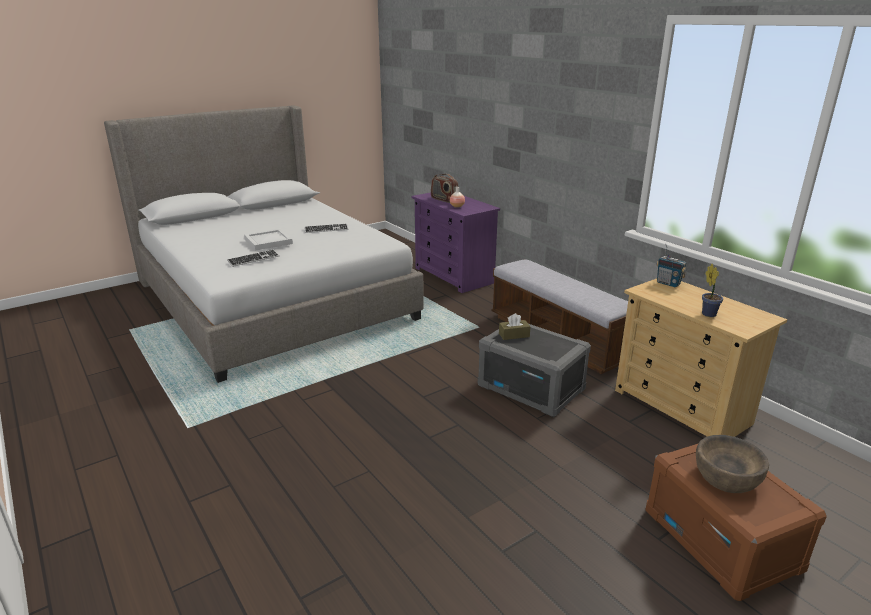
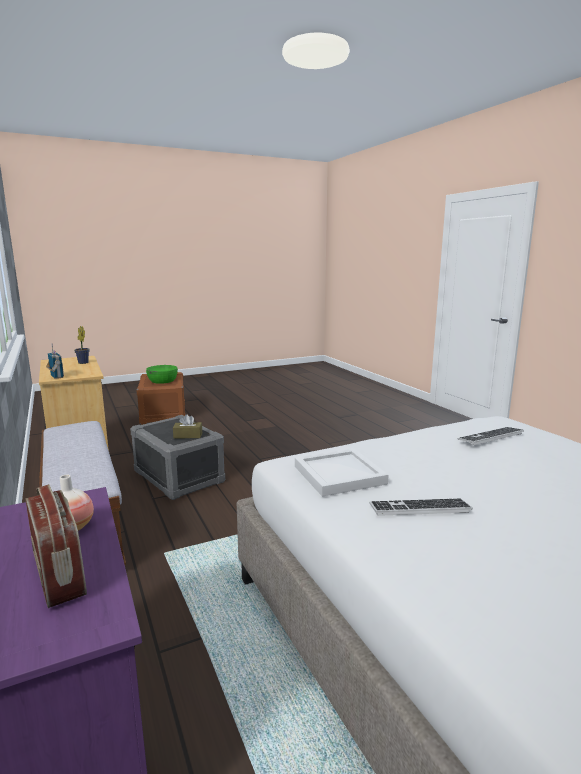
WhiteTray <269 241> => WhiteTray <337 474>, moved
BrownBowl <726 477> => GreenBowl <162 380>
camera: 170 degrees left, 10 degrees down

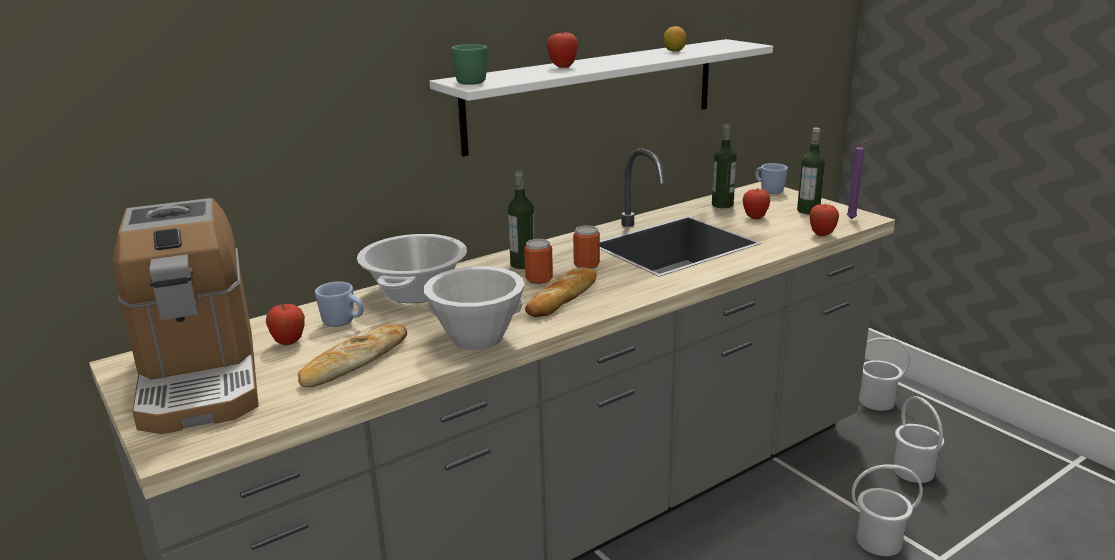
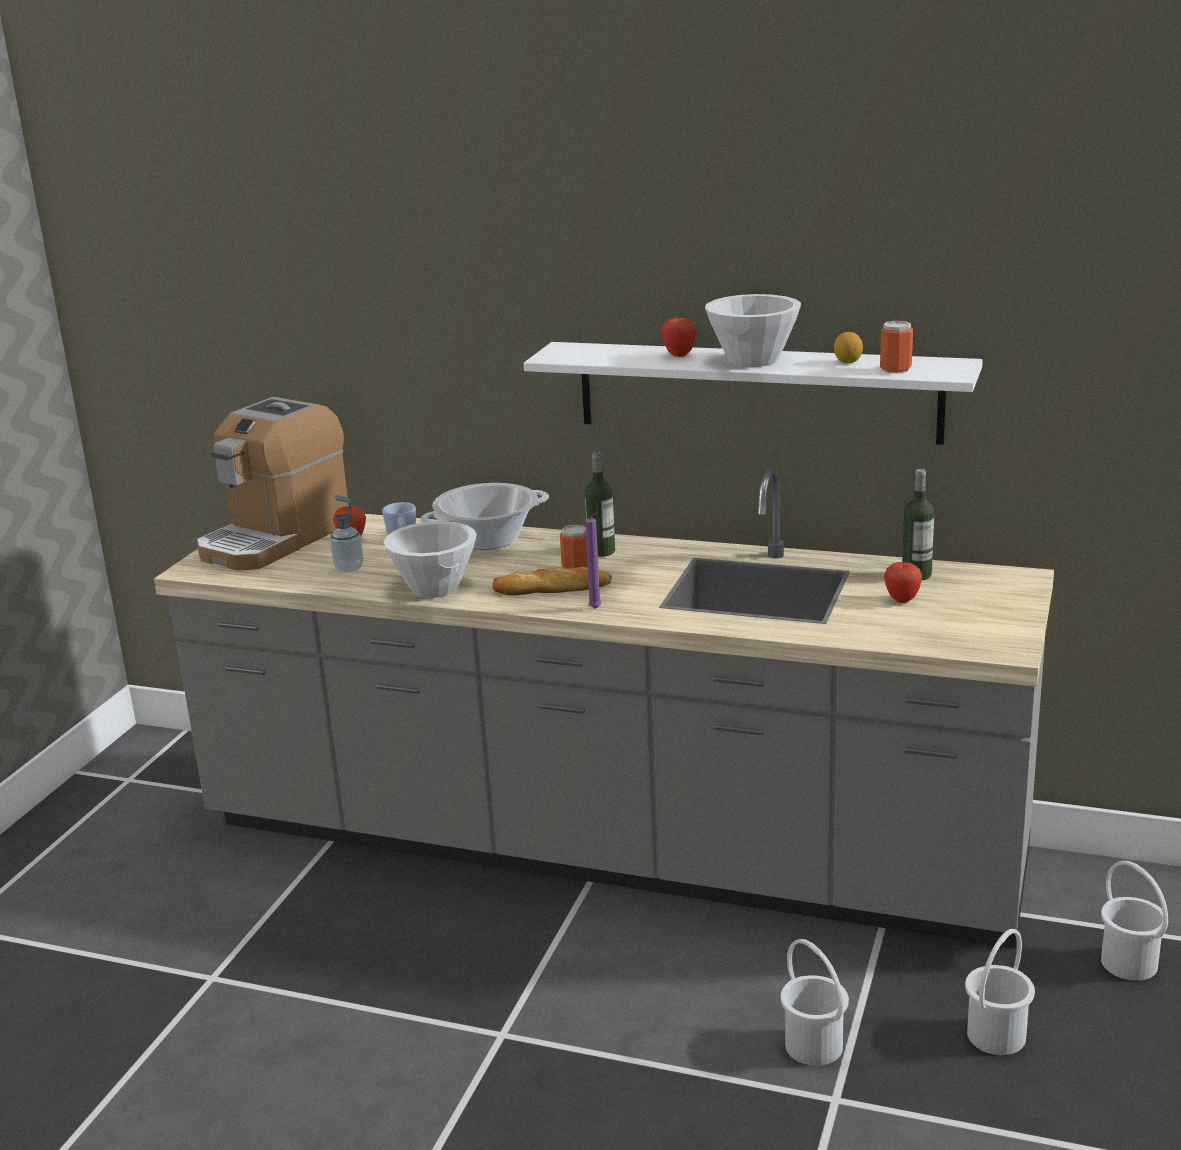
GreenMug <468 82> => nothing
Bottle <808 211> => nothing
PurpleCandle <853 219> => PurpleCandle <596 609>, moved
BlueMug <768 190> => nothing
Apple <822 234> => nothing
Can <586 265> => Can <895 369>, moved
Bread <354 362> => SoapDispenser <349 568>
nothing => WhiteBowl <754 360>
camera: 55 degrees right, 0 degrees up

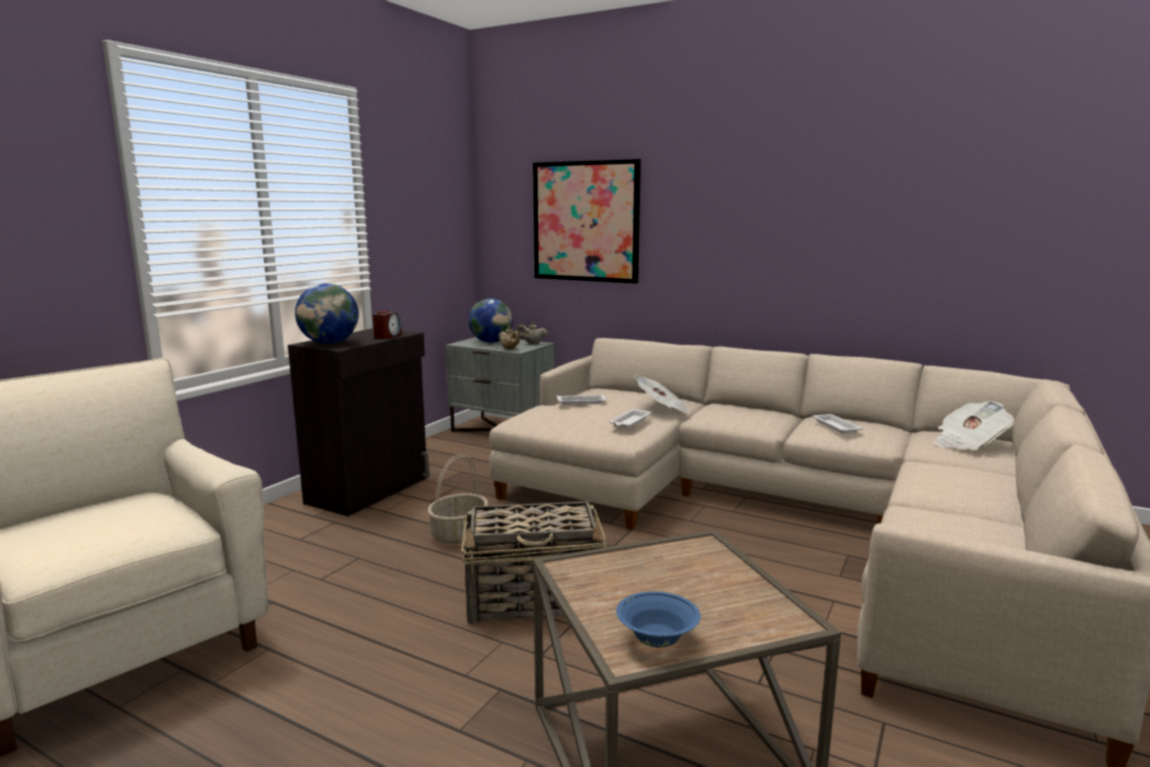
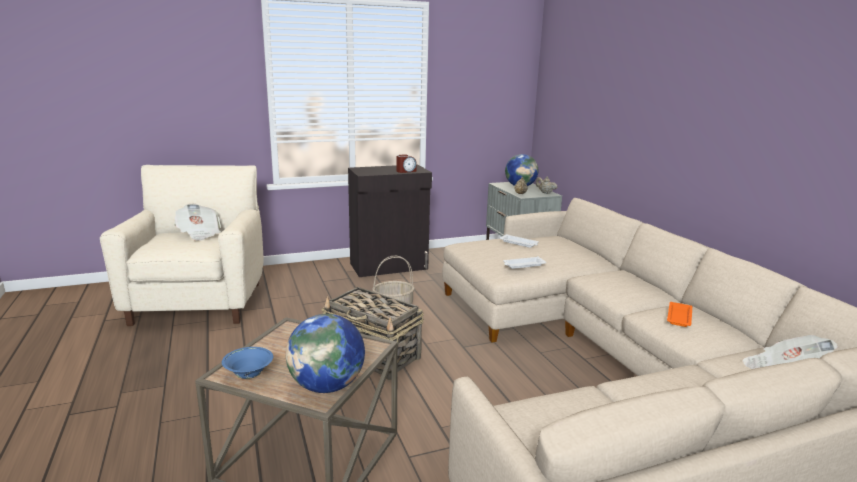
Picture <586 221> => nothing
Globe <329 343> => Globe <327 386>, moved
Newspaper <662 409> => Newspaper <199 234>, moved
WhiteTray <835 426> => OrangeTray <679 317>
camera: 40 degrees right, 5 degrees up

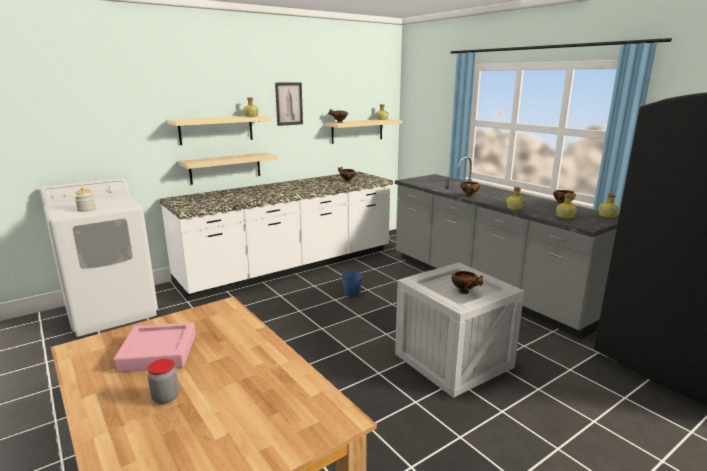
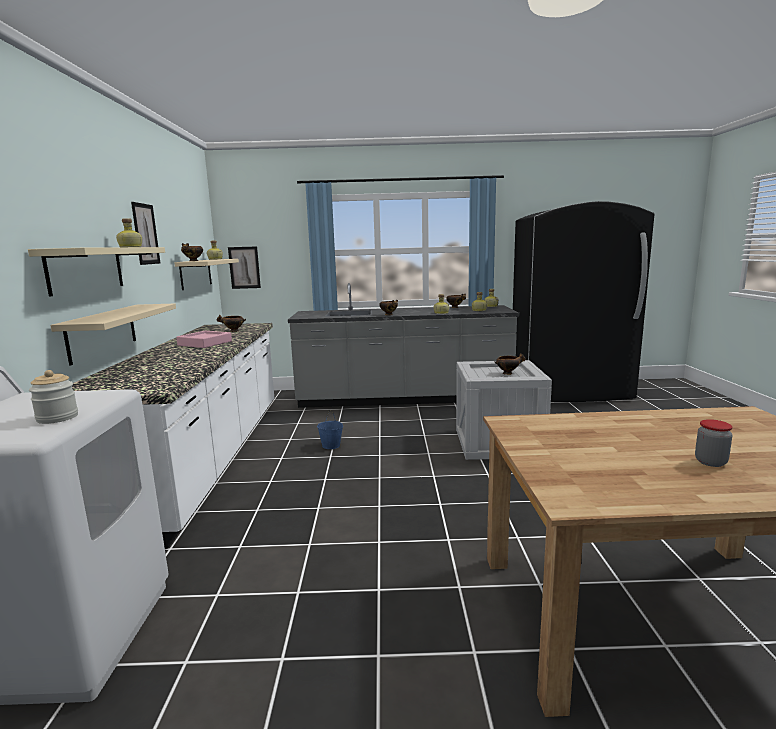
PinkTray <158 352> => PinkTray <205 343>, moved
nothing => Picture <244 267>
camera: 55 degrees left, 5 degrees down

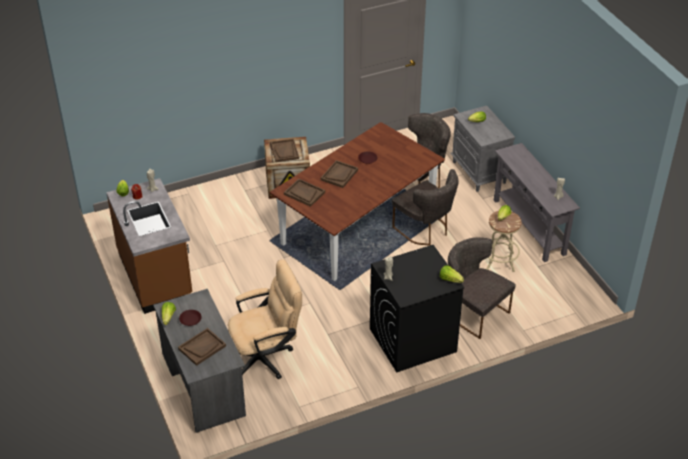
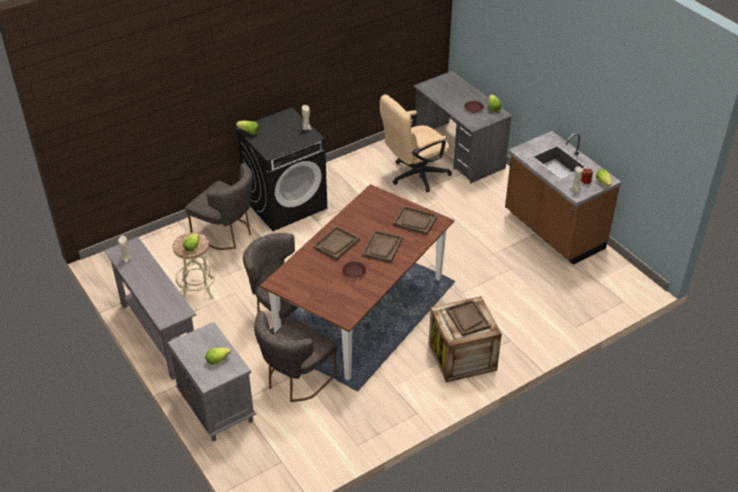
BrownTray <202 347> => BrownTray <336 244>, moved
camera: 170 degrees right, 0 degrees up

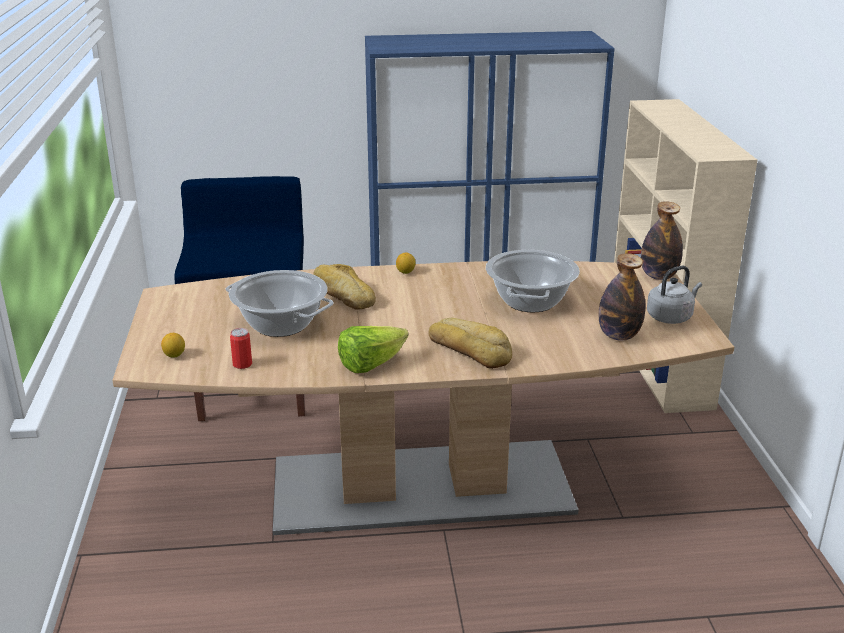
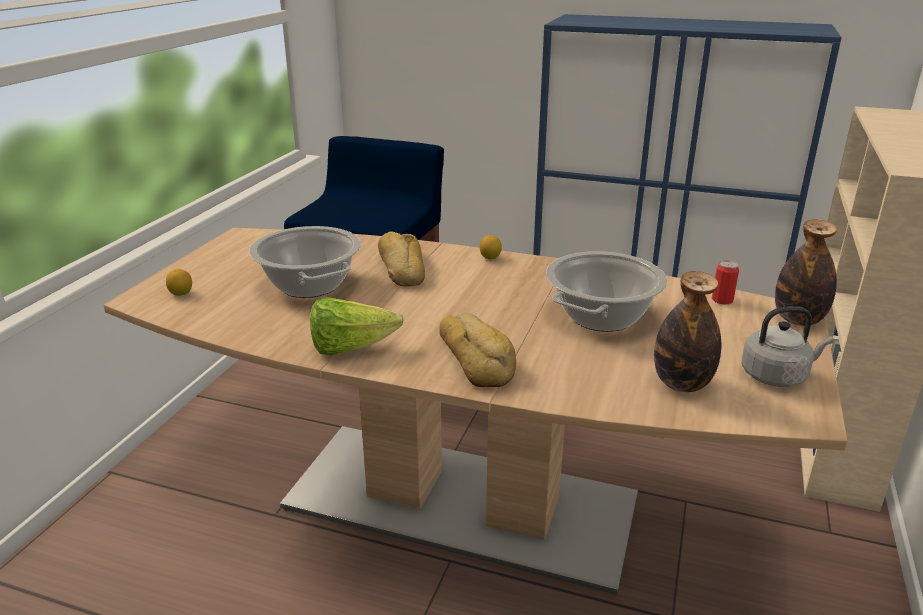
Can <242 364> => Can <722 300>, moved
camera: 25 degrees right, 0 degrees up

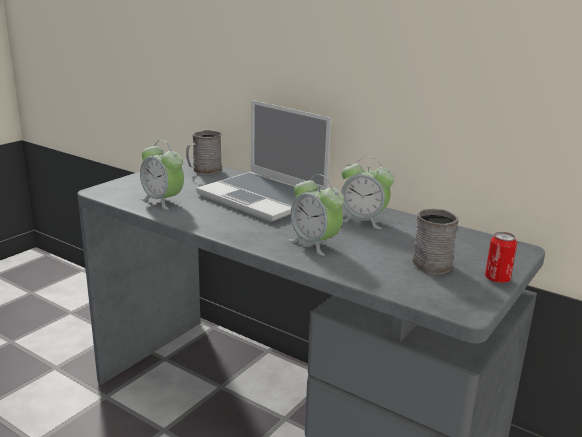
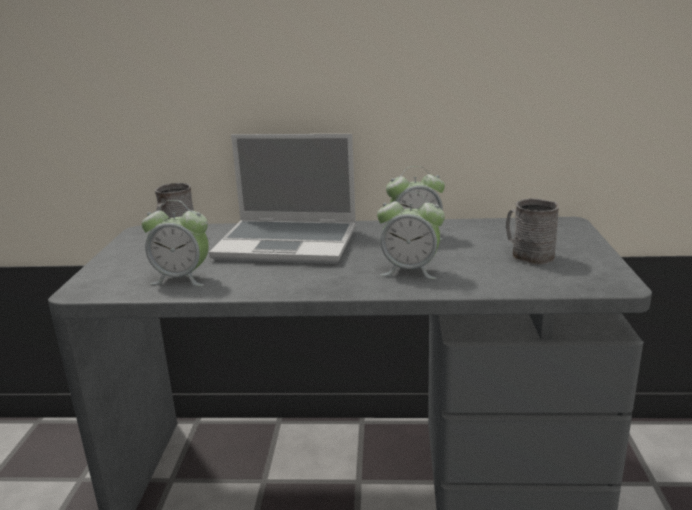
Can <497 279> => nothing
camera: 30 degrees left, 0 degrees up

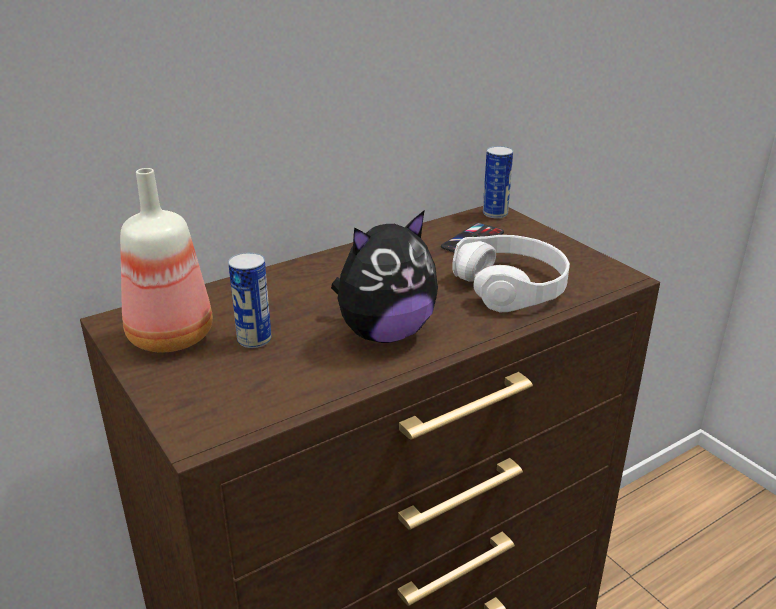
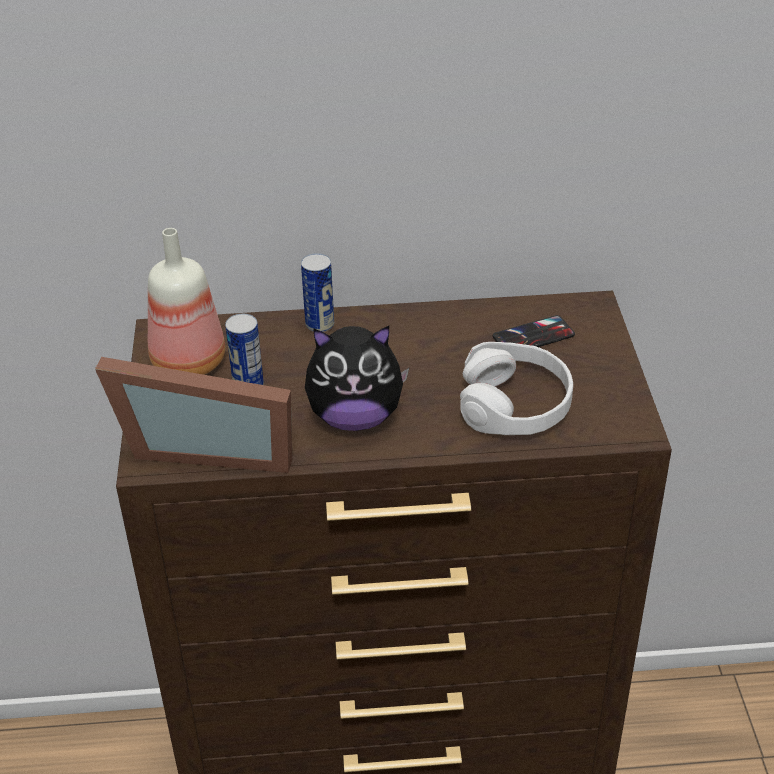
Can <495 213> => Can <320 324>, moved
nothing => PictureFrame <209 447>
camera: 30 degrees right, 10 degrees up

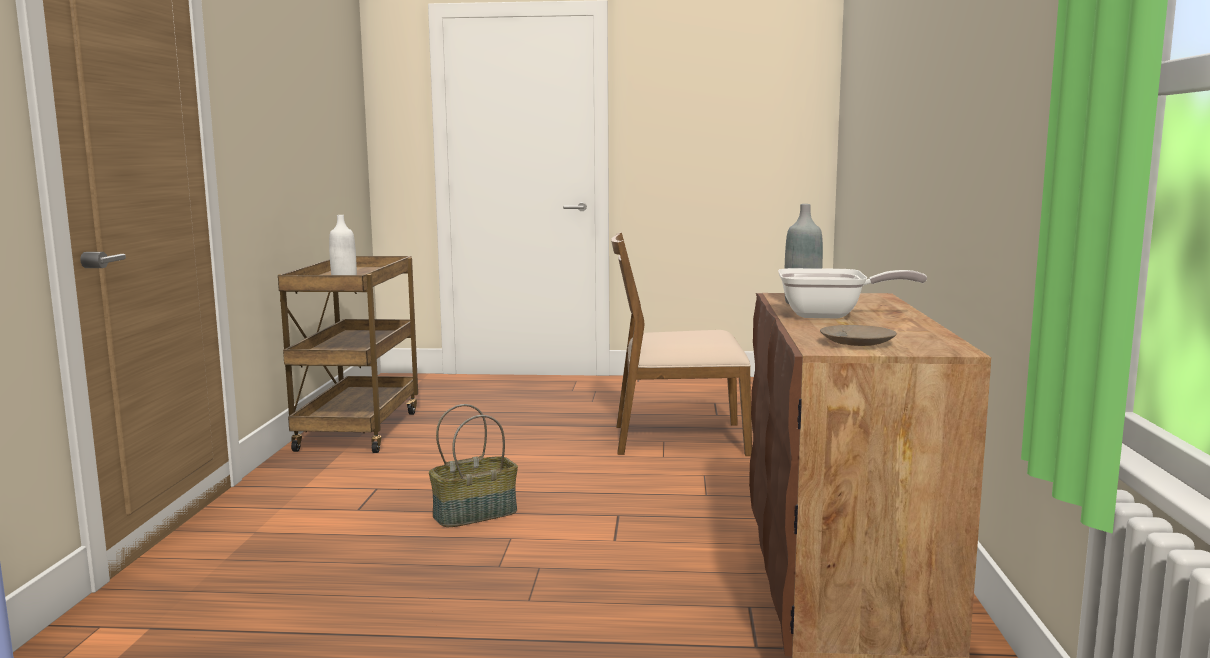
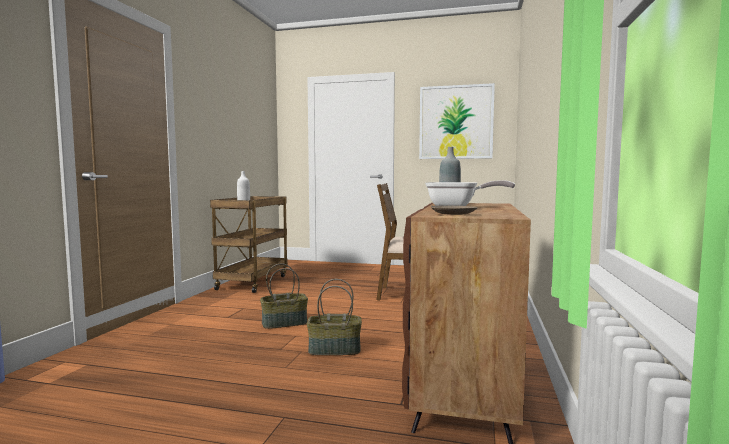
nothing => Picture <456 122>
nothing => Basket <334 350>
camera: 10 degrees right, 5 degrees down

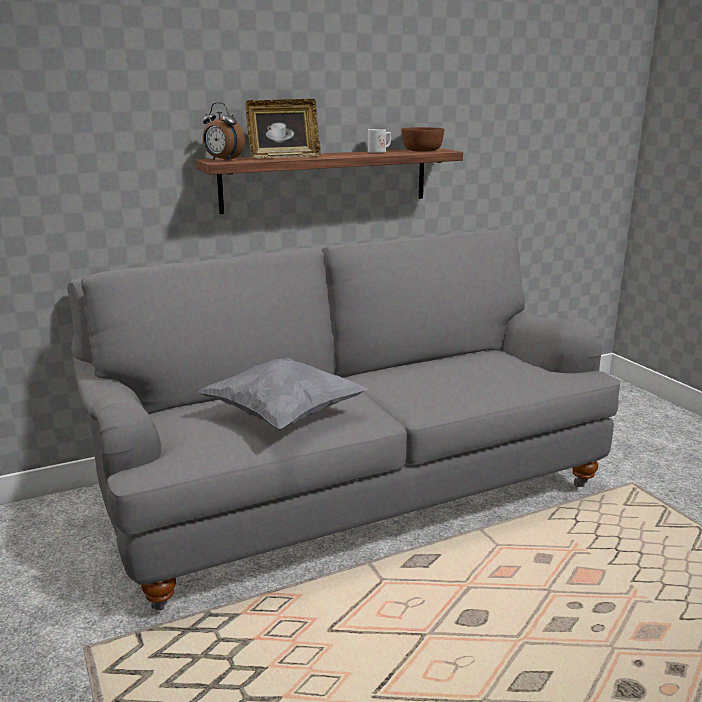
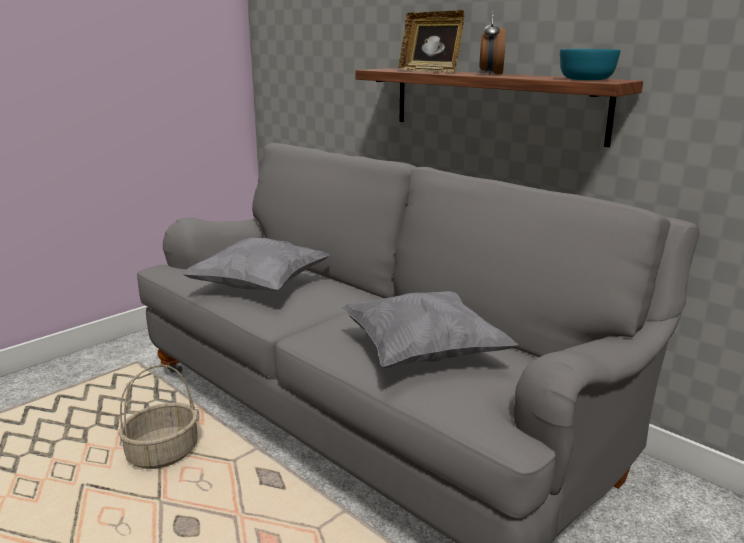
AlarmClock <223 160> => AlarmClock <490 74>, moved
BrownBowl <421 150> => TurquoiseBowl <587 79>
WhiteMug <380 151> => nothing
nothing => GreyPillow <422 354>
nothing => Basket <162 454>
camera: 70 degrees right, 0 degrees up

